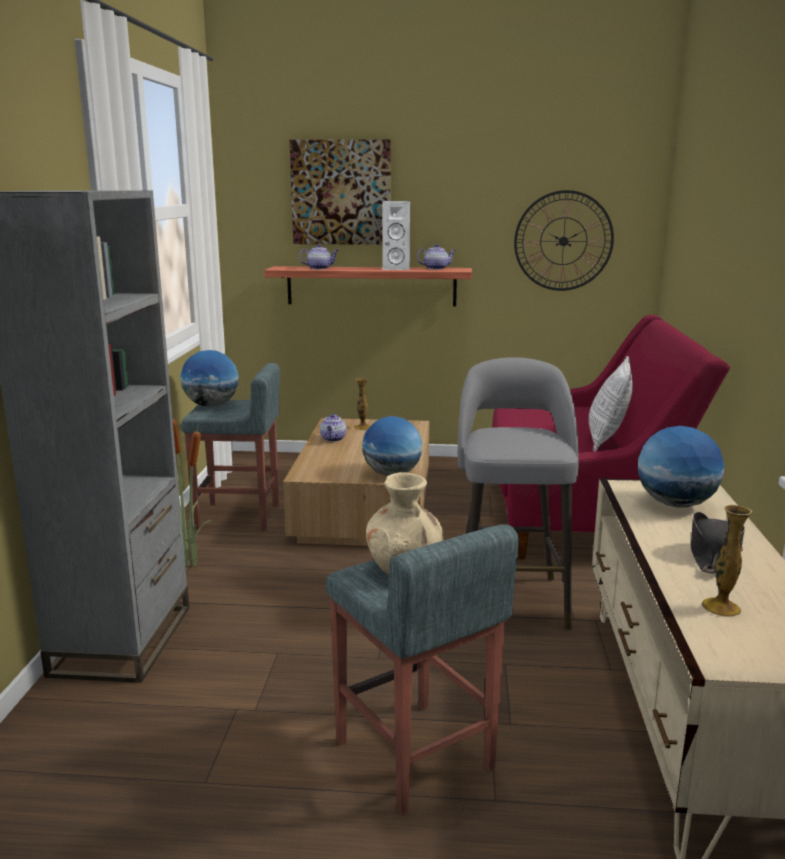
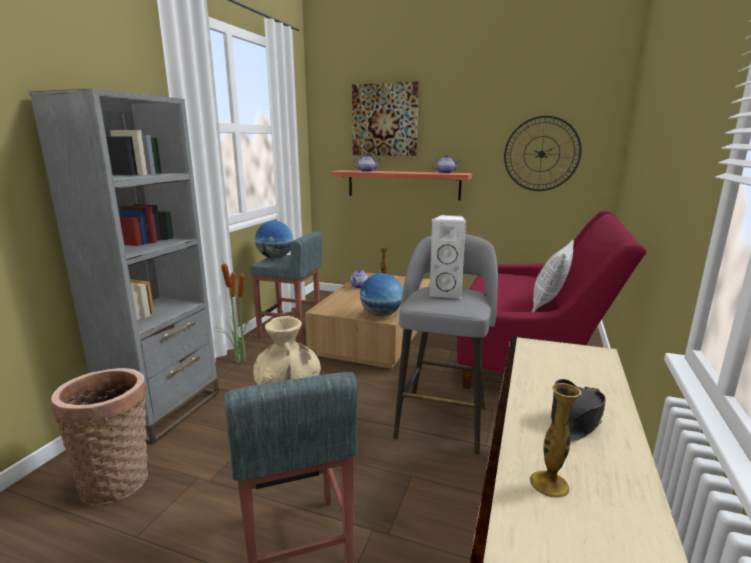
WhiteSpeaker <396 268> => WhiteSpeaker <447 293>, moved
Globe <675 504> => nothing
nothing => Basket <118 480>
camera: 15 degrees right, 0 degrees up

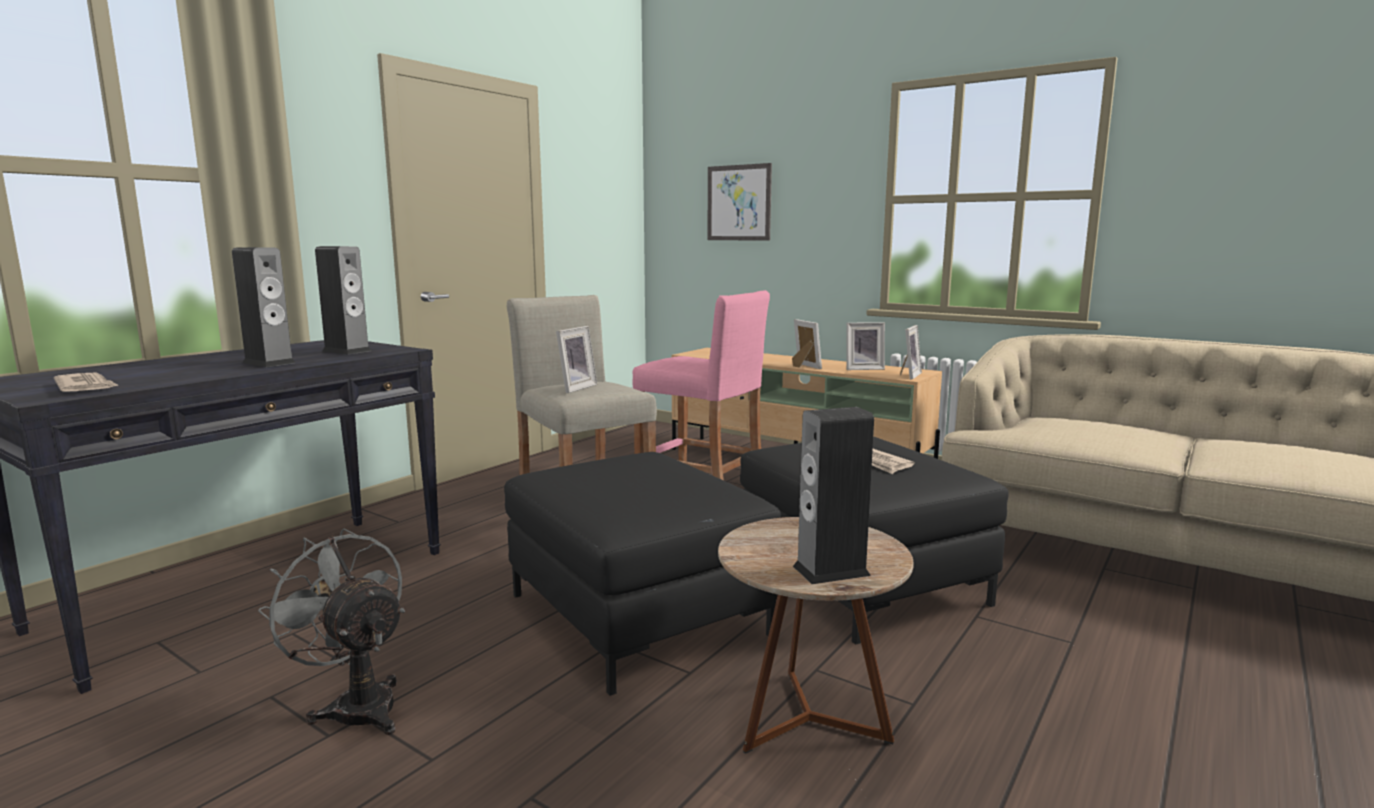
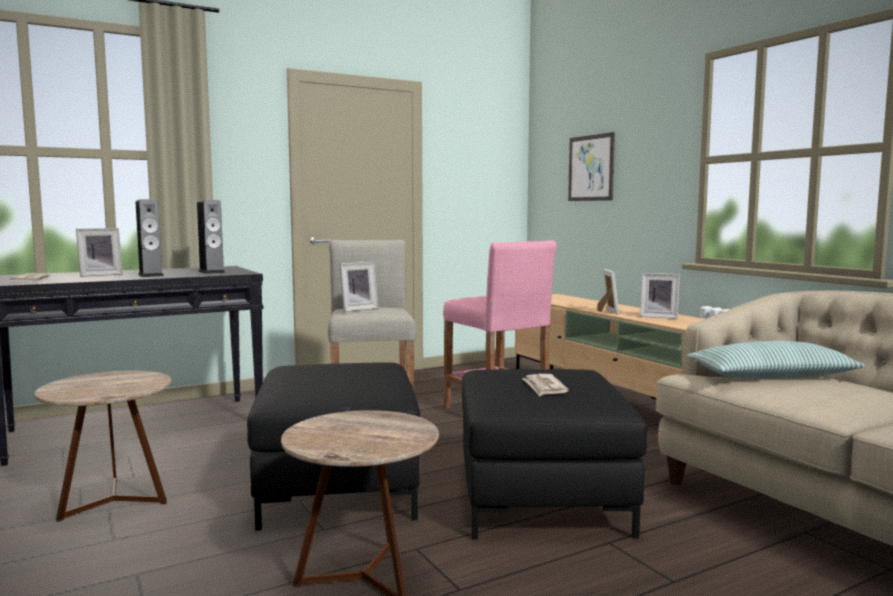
PictureFrame <908 375> => PictureFrame <100 275>, moved
Speaker <831 570> => nothing
GreyFan <356 705> => BrownSideTable <113 501>
nothing => Pillow <771 377>
camera: 25 degrees right, 5 degrees down

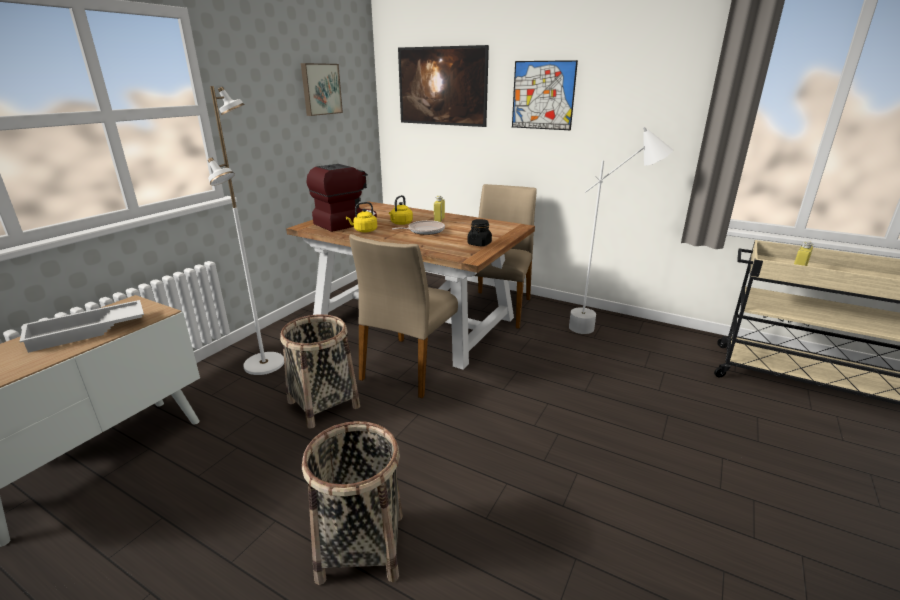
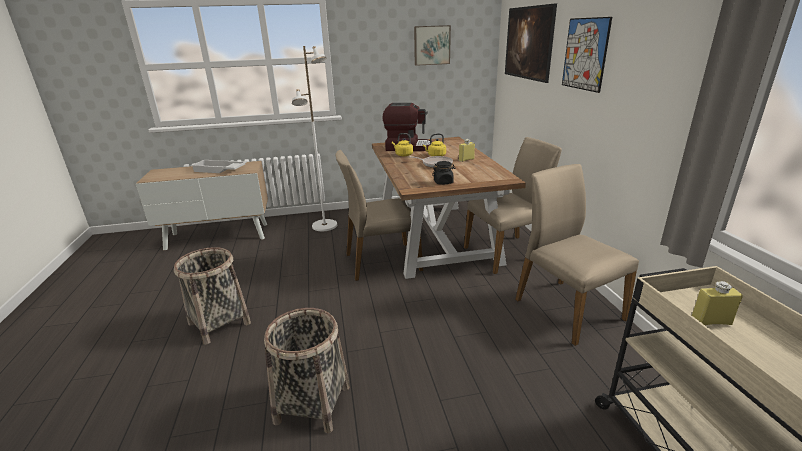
WhiteFloorLamp <602 329> => BeigeChair <567 309>
Basket <323 404> => Basket <312 404>, moved
camera: 50 degrees right, 0 degrees up

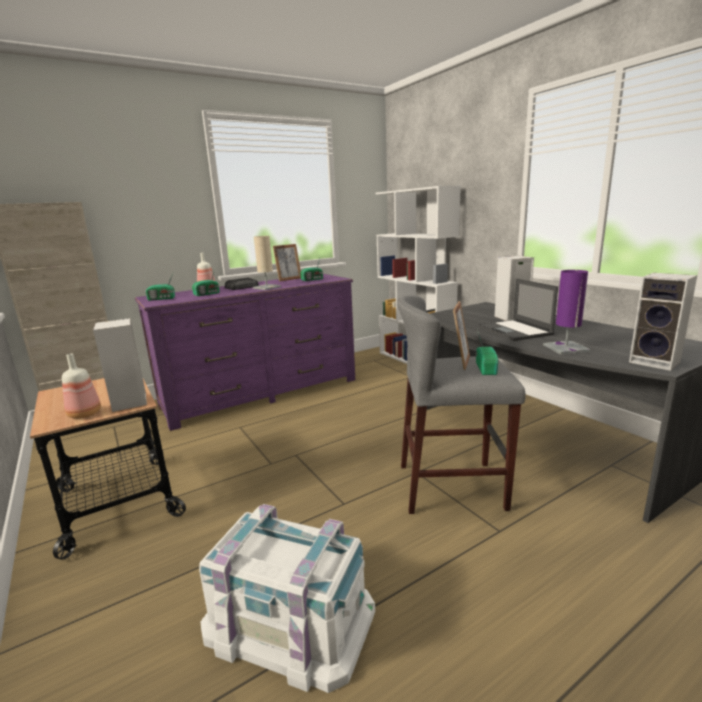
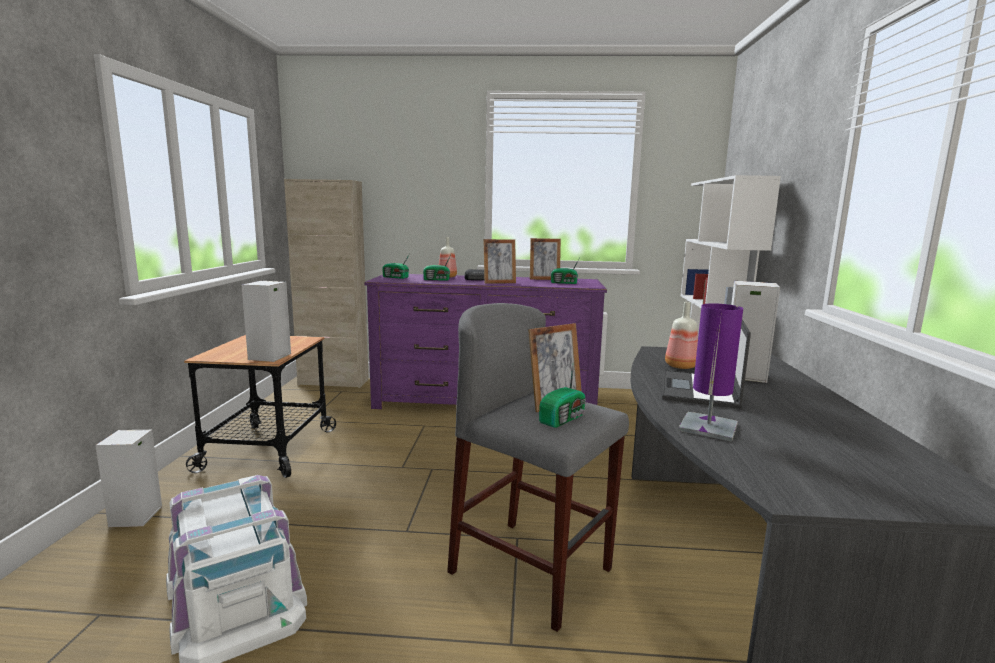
BeigeTableLamp <266 287> => PictureFrame <499 282>
Speaker <656 362> => Speaker <136 517>, moved
Bottle <85 414> => Bottle <682 366>, moved
camera: 35 degrees right, 5 degrees down

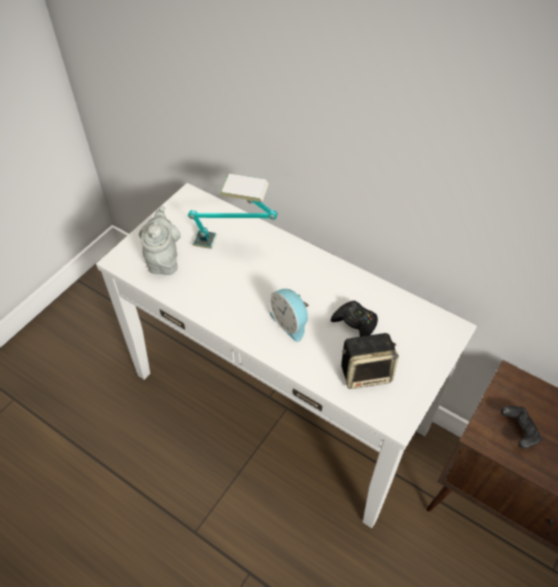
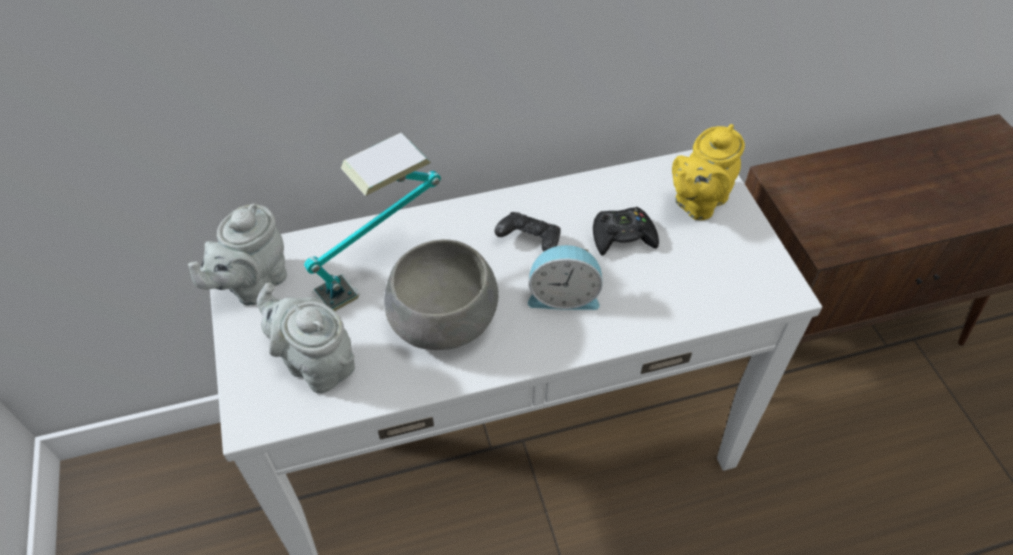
Speaker <366 372> => nothing
BlackGameController <518 430> => BlackGameController <529 241>, moved
nothing => YellowTeapot <697 202>
nothing => GreyTeapot <253 284>
nothing => GreyBowl <443 319>
camera: 50 degrees left, 0 degrees up

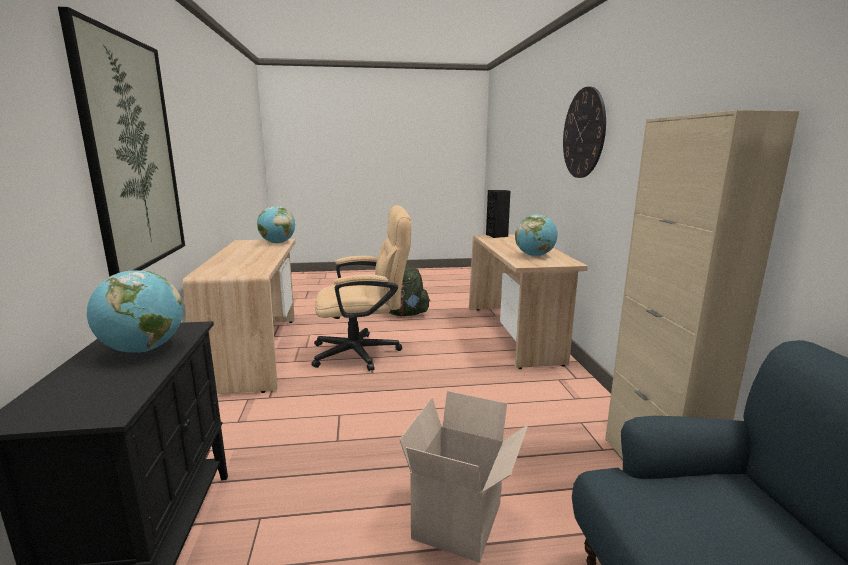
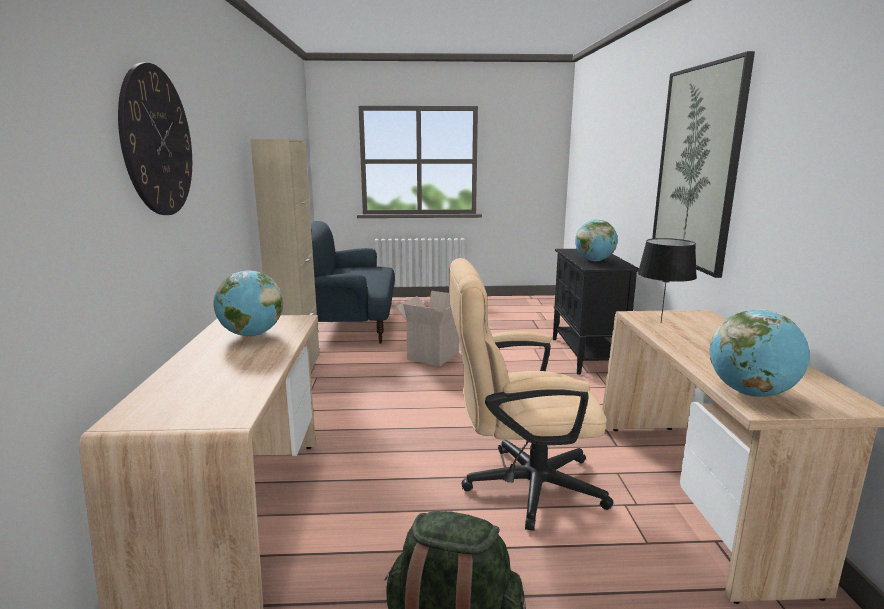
BlackSpeaker <497 236> => nothing
nothing => BlackTableLamp <660 322>
camera: 175 degrees left, 0 degrees up

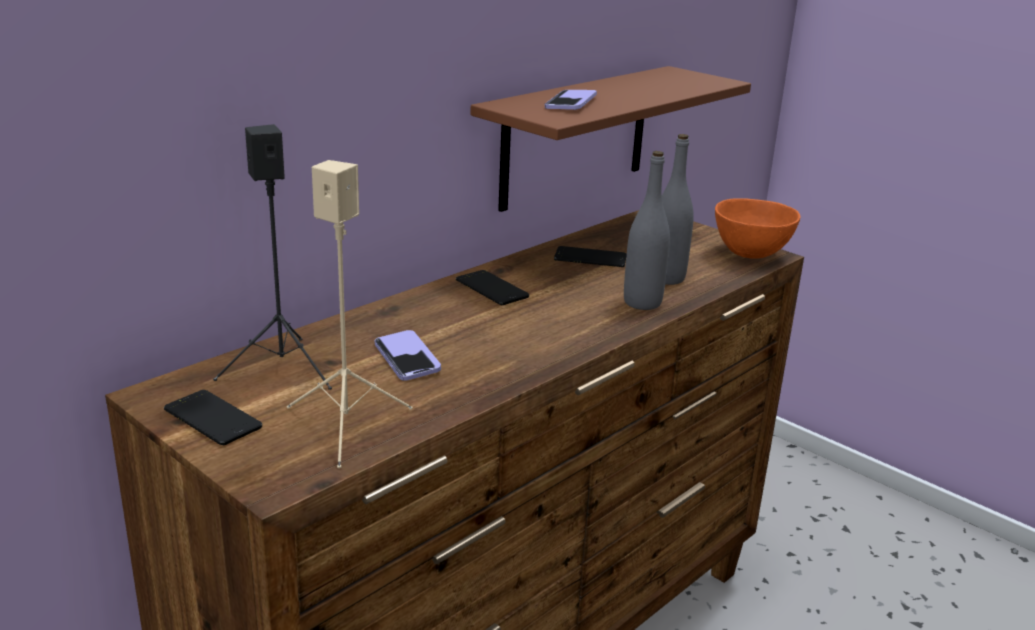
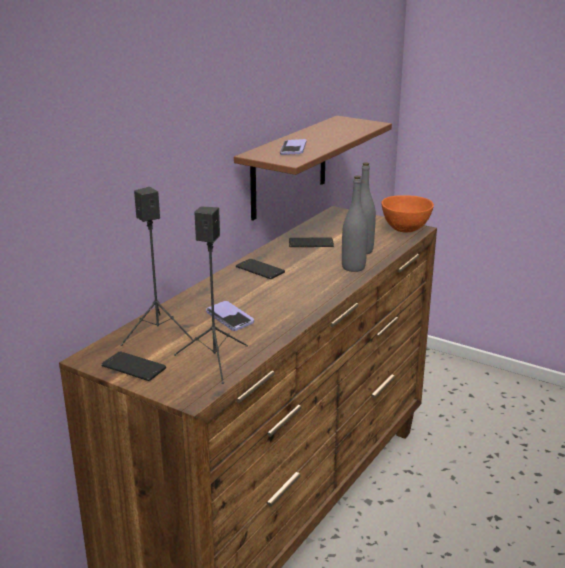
BeigeSpeaker <347 425> => BlackSpeaker <215 360>
camera: 10 degrees left, 0 degrees up

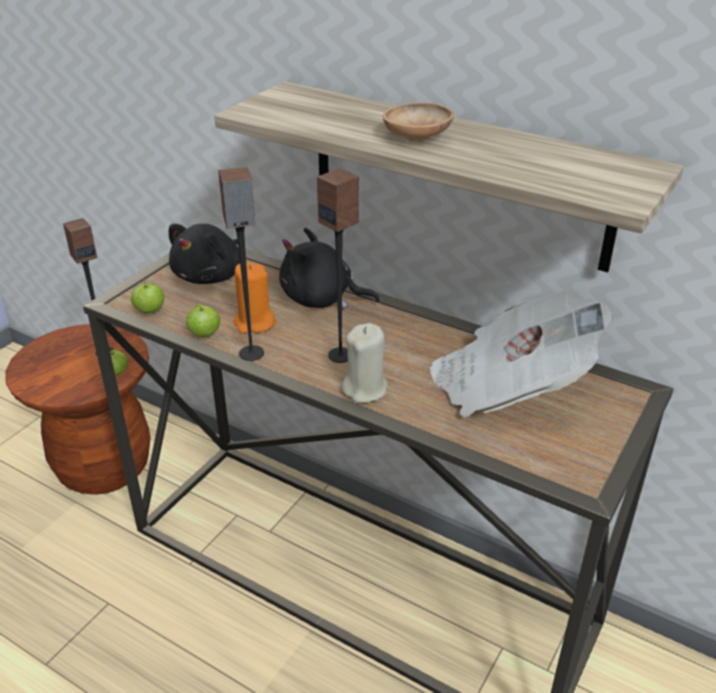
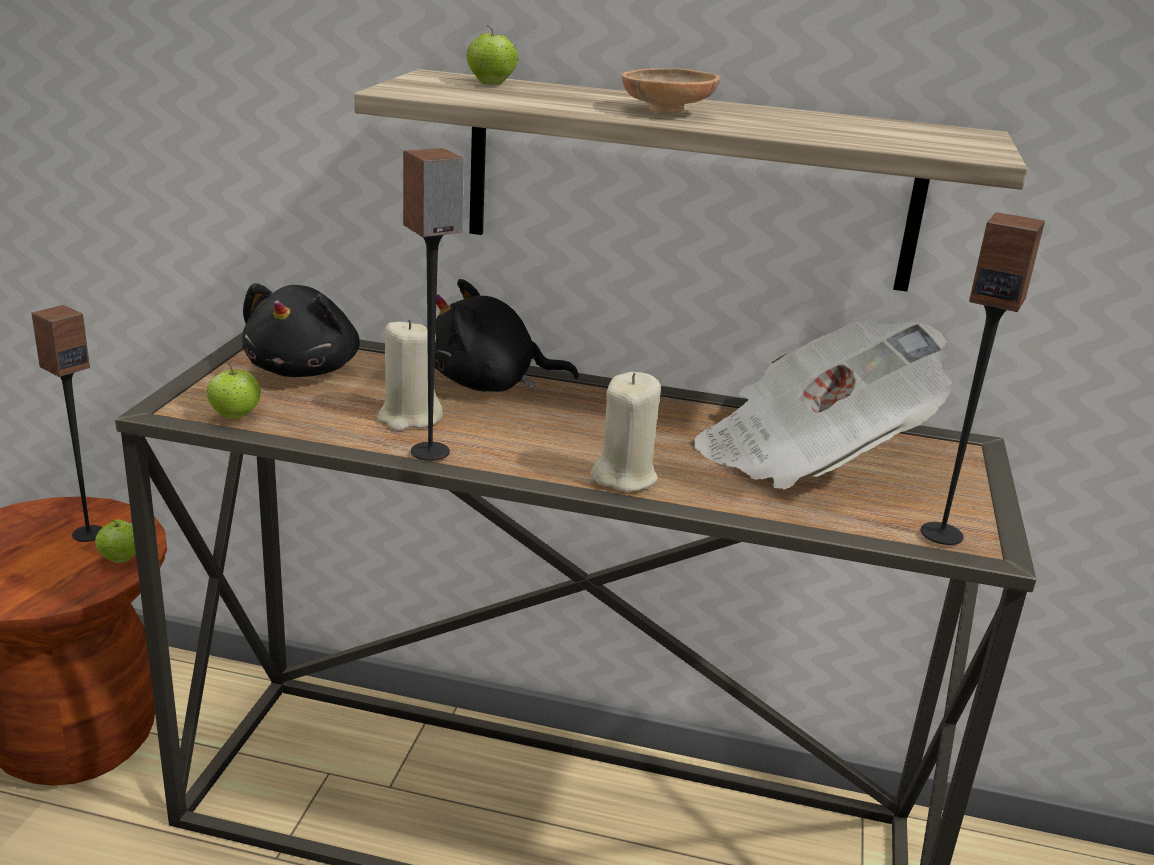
Speaker <341 355> => Speaker <942 533>, moved
OrangeCandle <254 323> => BeigeCandle <409 418>
Apple <205 335> => Apple <491 84>, moved
camera: 20 degrees left, 10 degrees down

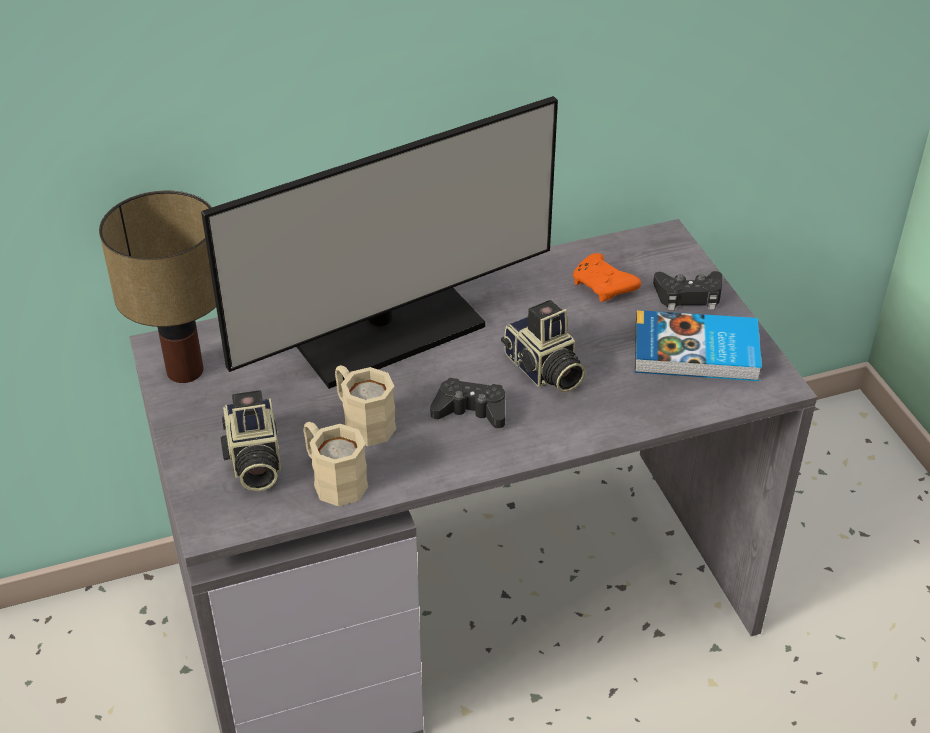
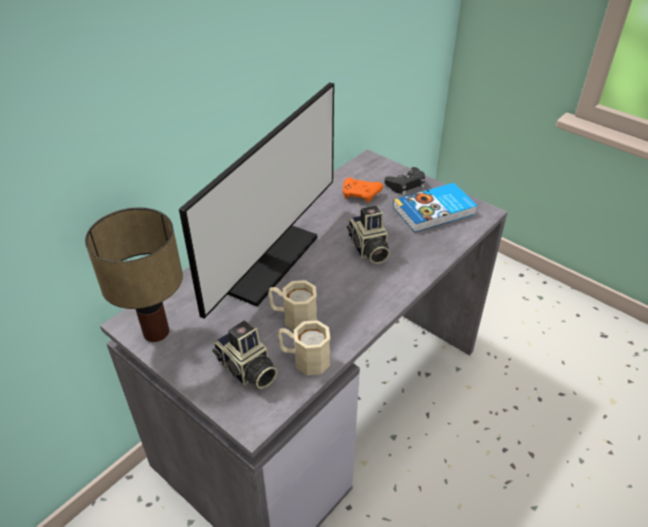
PhotoCamera <543 370> => PhotoCamera <368 249>, 45 degrees clockwise
BlackGameController <471 410> => nothing
camera: 30 degrees left, 0 degrees up

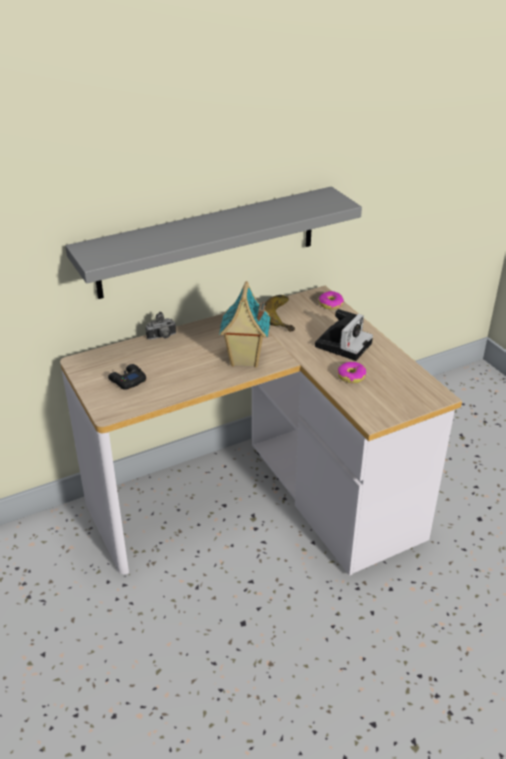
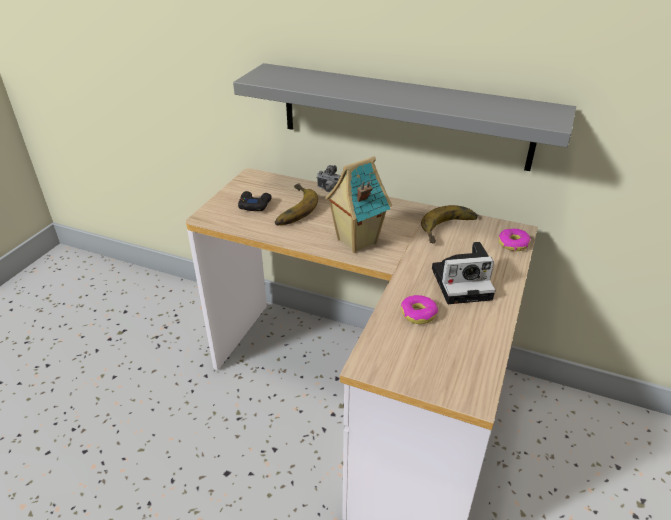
nothing => Banana <291 209>
camera: 50 degrees right, 0 degrees up

